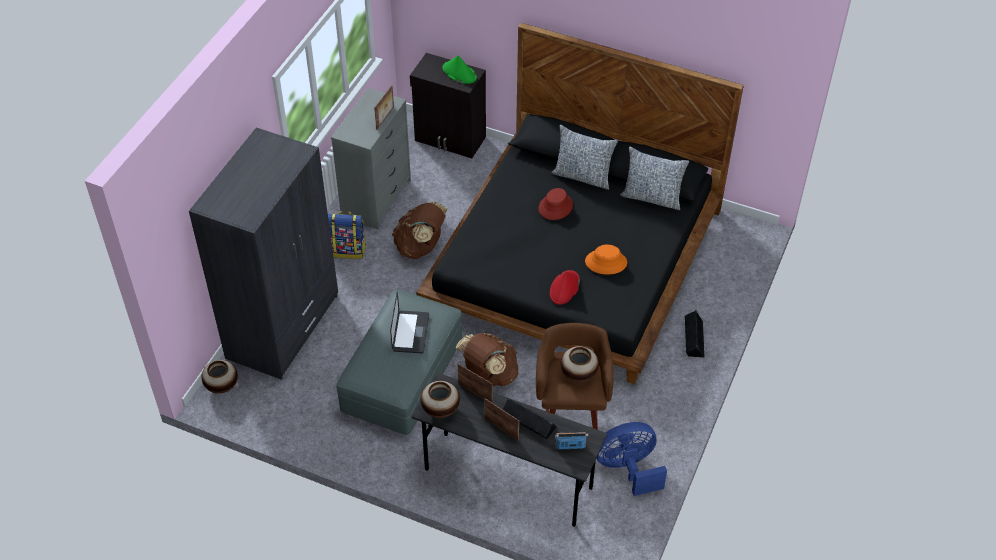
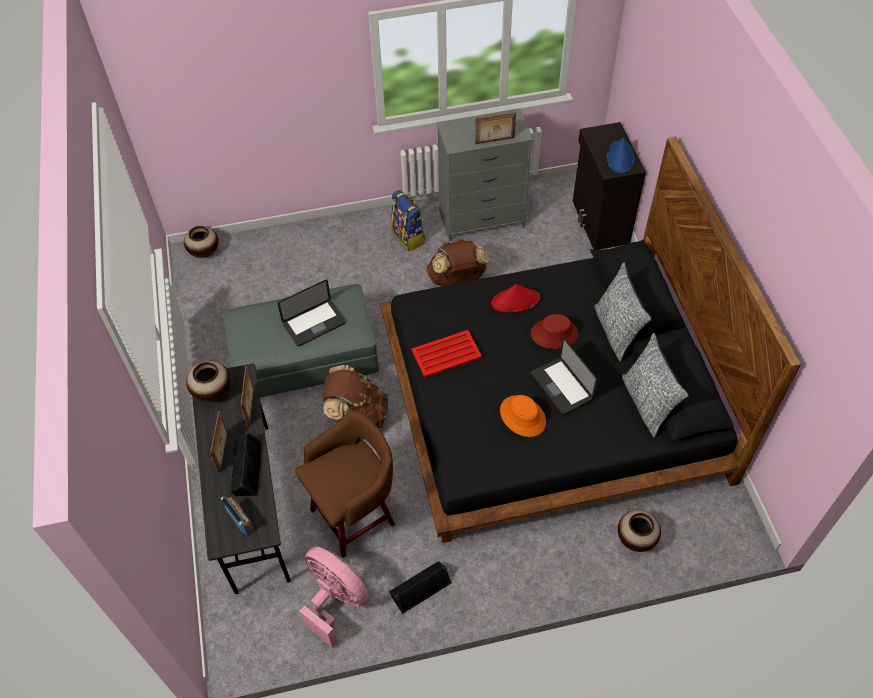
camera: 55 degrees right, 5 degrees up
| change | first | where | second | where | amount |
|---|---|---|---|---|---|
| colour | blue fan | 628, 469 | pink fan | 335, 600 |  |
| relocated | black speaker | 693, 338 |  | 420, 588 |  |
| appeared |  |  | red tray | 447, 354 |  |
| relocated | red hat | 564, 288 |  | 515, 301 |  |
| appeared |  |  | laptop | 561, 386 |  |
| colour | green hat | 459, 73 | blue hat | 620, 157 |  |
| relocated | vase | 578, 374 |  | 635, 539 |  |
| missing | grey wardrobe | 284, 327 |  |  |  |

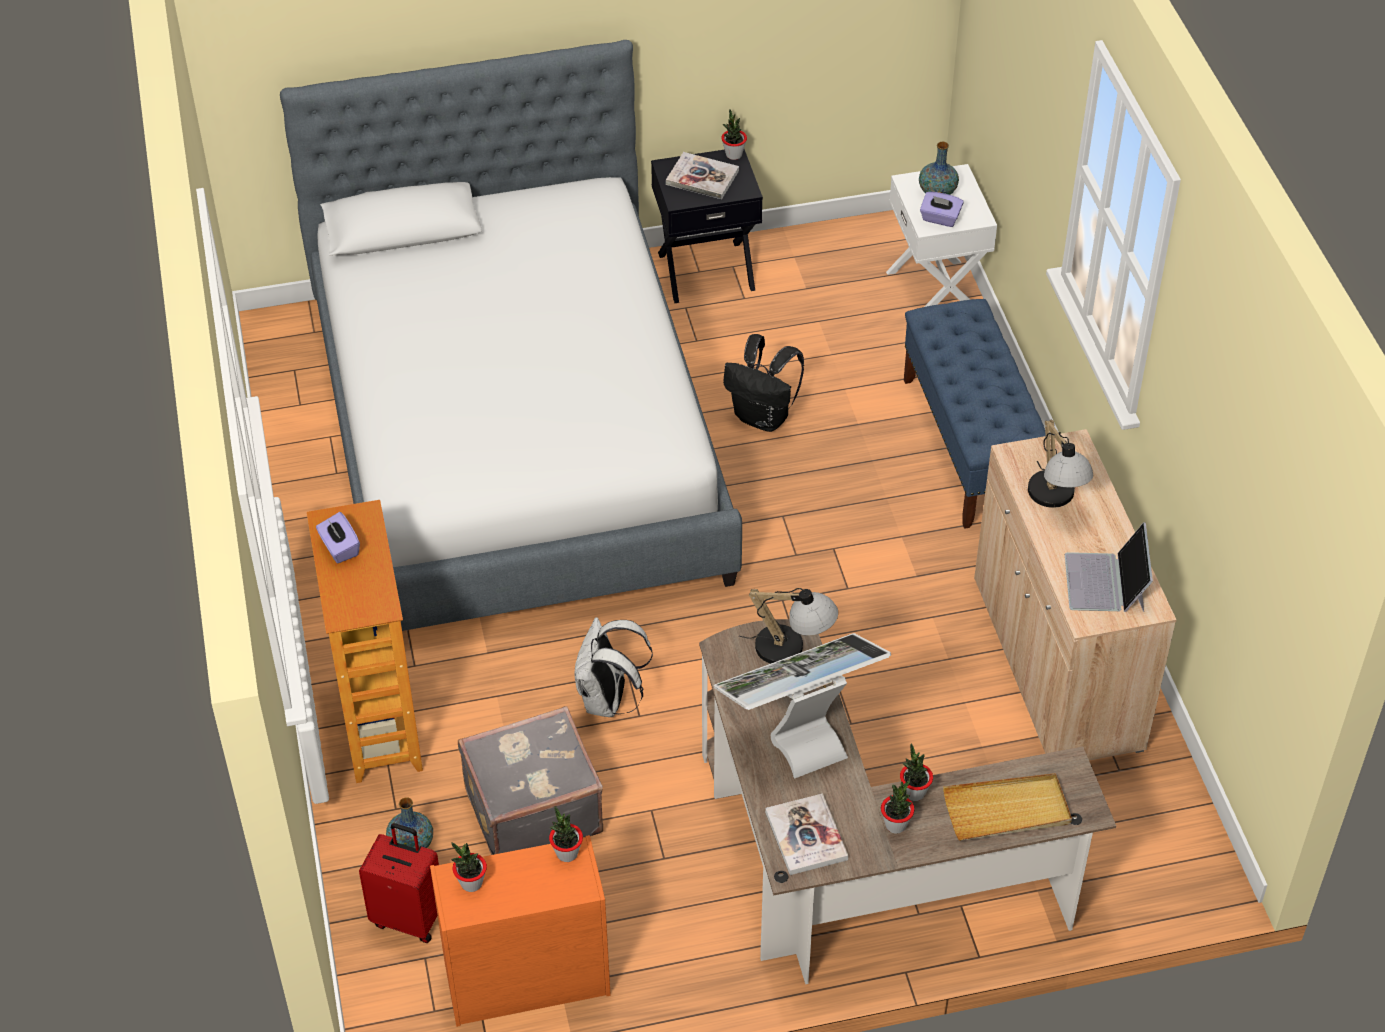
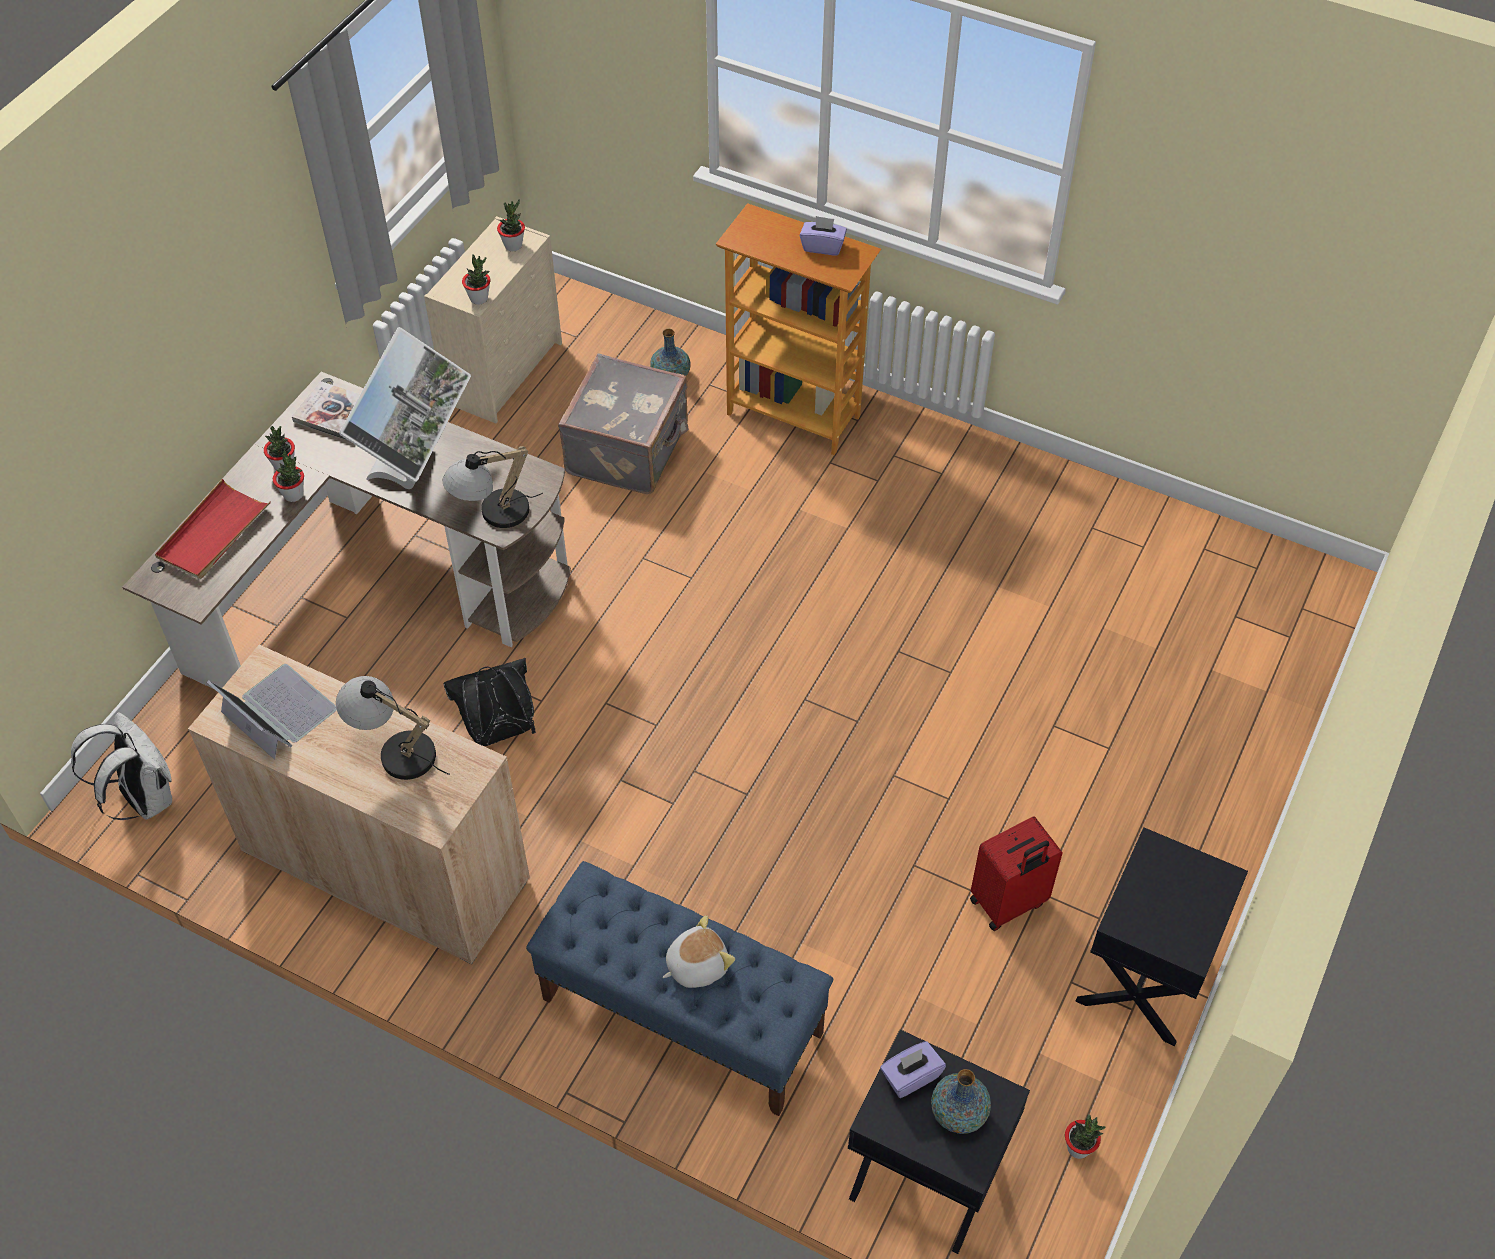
camera: 130 degrees right, 5 degrees up
| change | first | where | second | where | amount |
|---|---|---|---|---|---|
| relocated | white backpack | 608, 701 |  | 143, 798 |  |
| colour | beige tray | 1007, 810 | red tray | 213, 533 |  |
| colour | orange dresser | 524, 979 | beige dresser | 504, 371 |  |
| relocated | black backpack | 763, 417 |  | 500, 734 |  |
| appeared |  |  | plush toy | 696, 965 |  |
| colour | white nightstand | 936, 292 | black nightstand | 924, 1179 |  |
| relocated | red suitcase | 409, 917 |  | 1008, 903 |  |
| relocated | potted plant | 733, 154 |  | 1078, 1148 |  |
| missing | bed | 516, 439 |  |  |  |
| missing | book | 702, 177 |  |  |  |

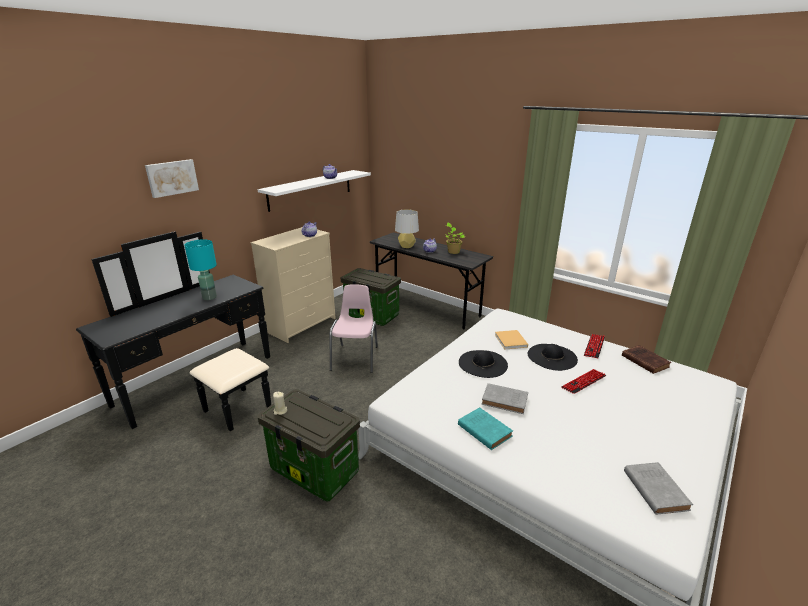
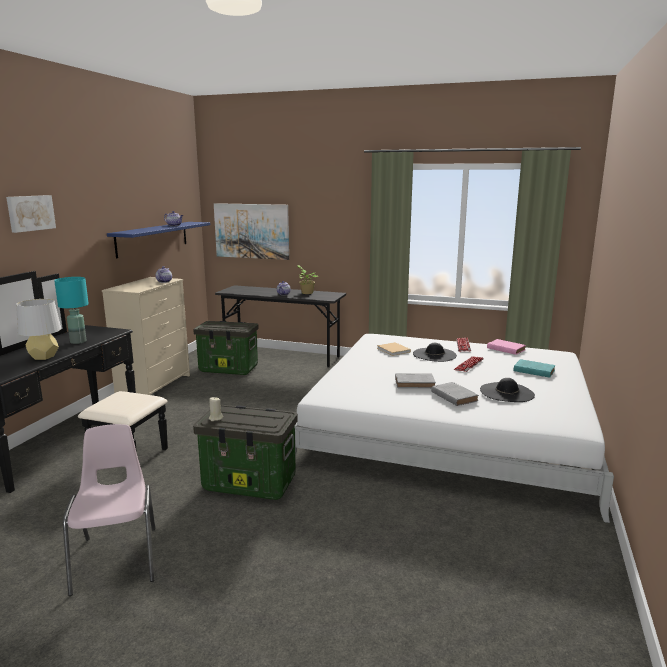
camera: 20 degrees left, 10 degrees down
| change | first | where | second | where | amount |
|---|---|---|---|---|---|
| relocated | grey table lamp | 406, 246 |  | 44, 357 |  |
| relocated | pink chair | 356, 358 |  | 117, 558 |  |
| colour | white shelf | 310, 189 | blue shelf | 153, 238 |  |
| appeared |  |  | picture | 251, 231 |  |
| relocated | grey book | 654, 489 |  | 453, 396 |  |
| relocated | black hat | 483, 363 |  | 506, 392 |  |
| colour | brown book | 644, 361 | pink book | 505, 349 |  |
| relocated | turquoise book | 483, 430 |  | 532, 370 |  |

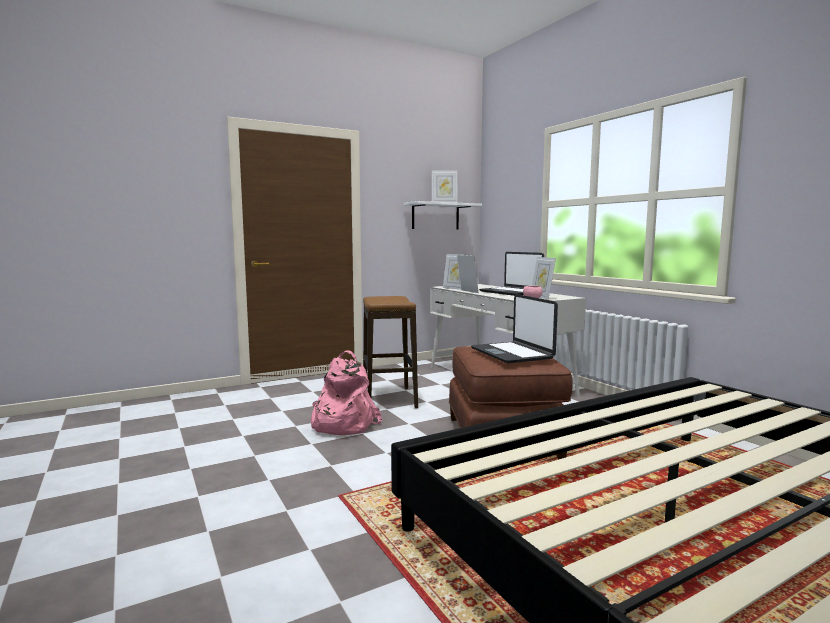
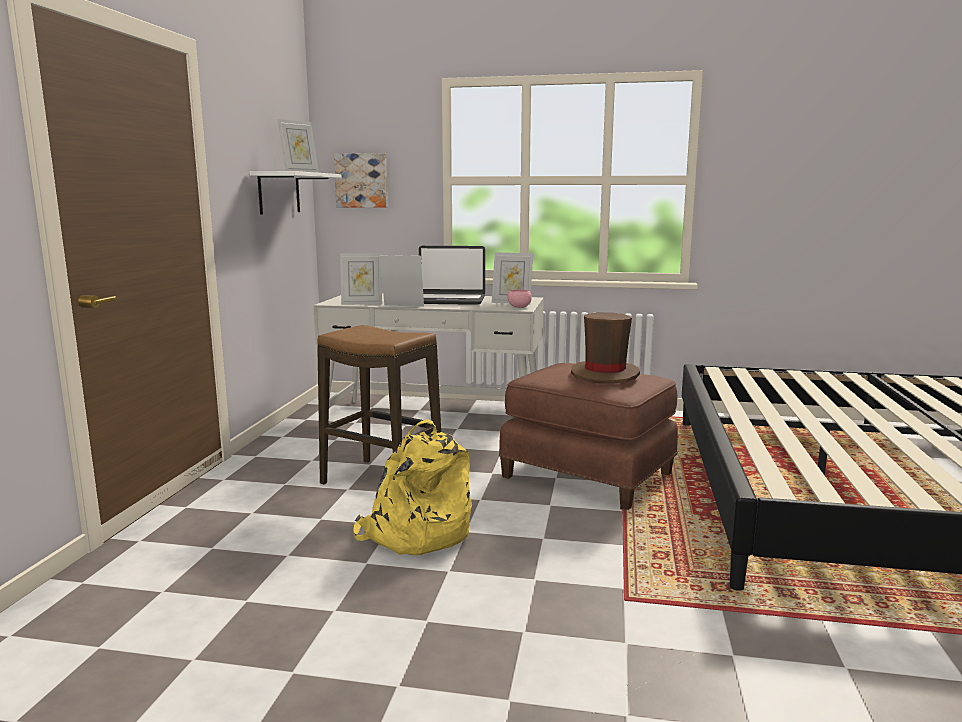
camera: 50 degrees left, 5 degrees up
| change | first | where | second | where | amount |
|---|---|---|---|---|---|
| appeared |  |  | picture | 362, 180 |  |
| colour | pink backpack | 341, 424 | yellow backpack | 416, 533 |  |
| exchanged | laptop | 512, 353 | brown hat | 605, 374 |  |

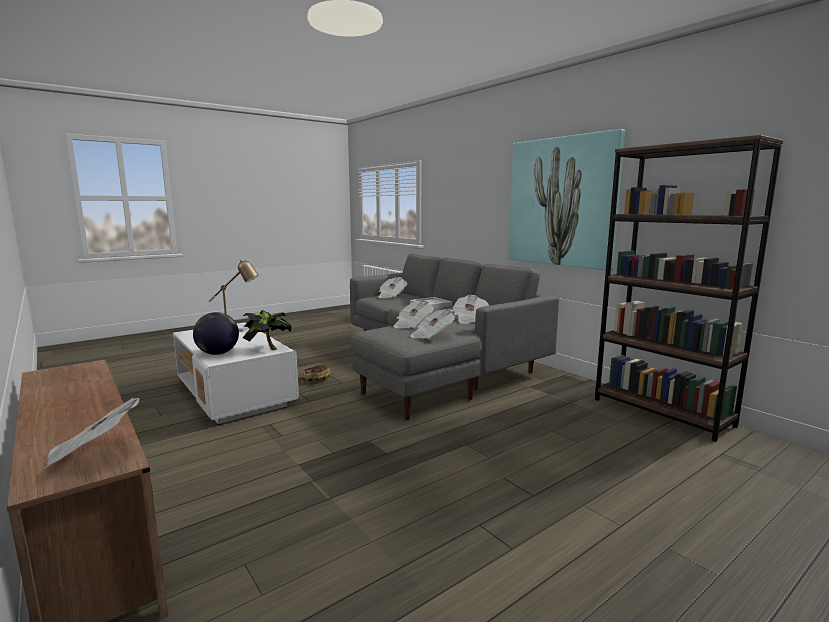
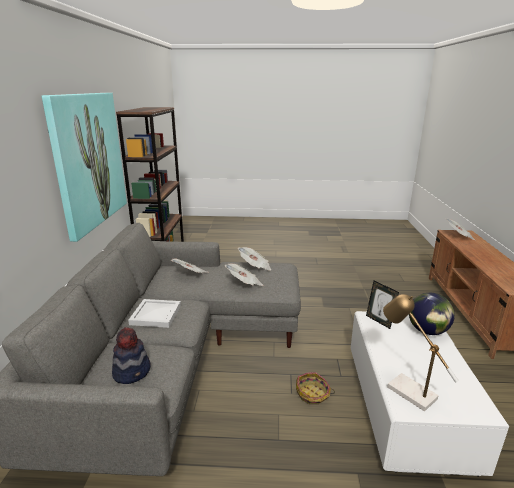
camera: 140 degrees left, 10 degrees up
| change | first | where | second | where | amount |
|---|---|---|---|---|---|
| exchanged | newspaper | 391, 296 | hat | 132, 371 |  |
| exchanged | potted plant | 267, 349 | picture frame | 379, 321 |  |

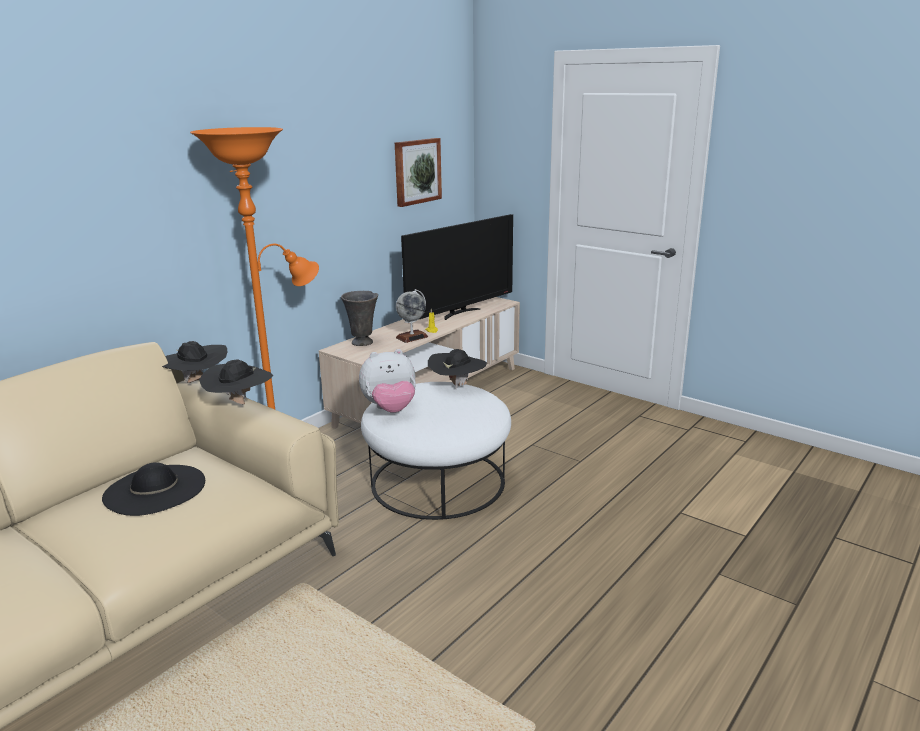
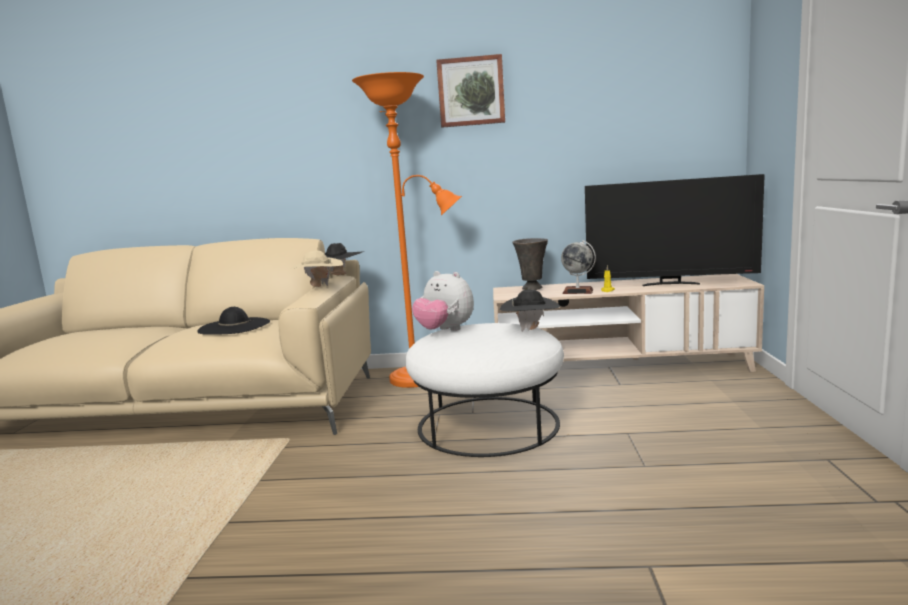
camera: 55 degrees right, 10 degrees down
| change | first | where | second | where | amount |
|---|---|---|---|---|---|
| colour | black hat | 240, 404 | beige hat | 318, 287 |  |
| relocated | picture | 417, 171 |  | 471, 91 |  |

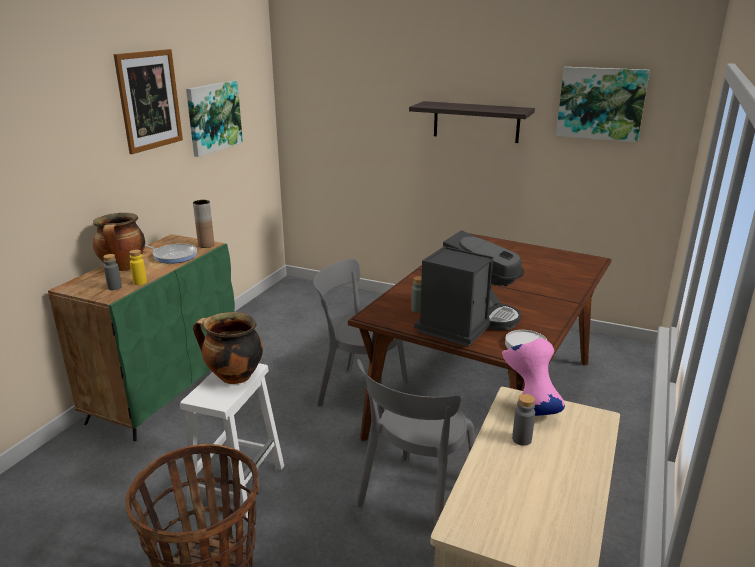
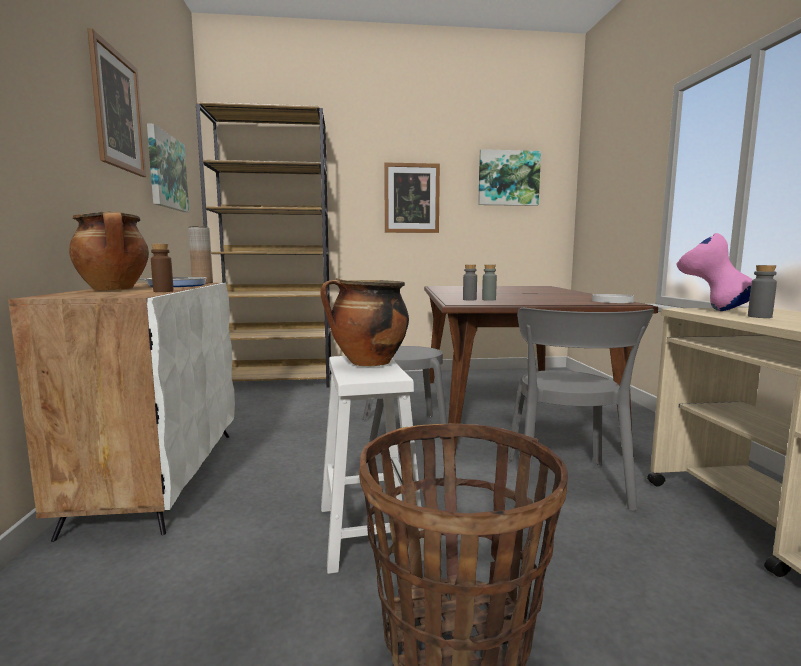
camera: 30 degrees left, 15 degrees down
| change | first | where | second | where | amount |
|---|---|---|---|---|---|
| colour | green cabinet | 166, 389 | white cabinet | 160, 476 |  |
| colour | yellow bottle | 140, 282 | brown bottle | 163, 291 |  |
| appeared |  |  | brown bookcase | 277, 381 |  |
| exchanged | shelf | 476, 122 | picture | 411, 198 |  |
| relocated | grey bottle | 114, 287 |  | 469, 299 |  |
| missing | coffee machine | 466, 323 |  |  |  |

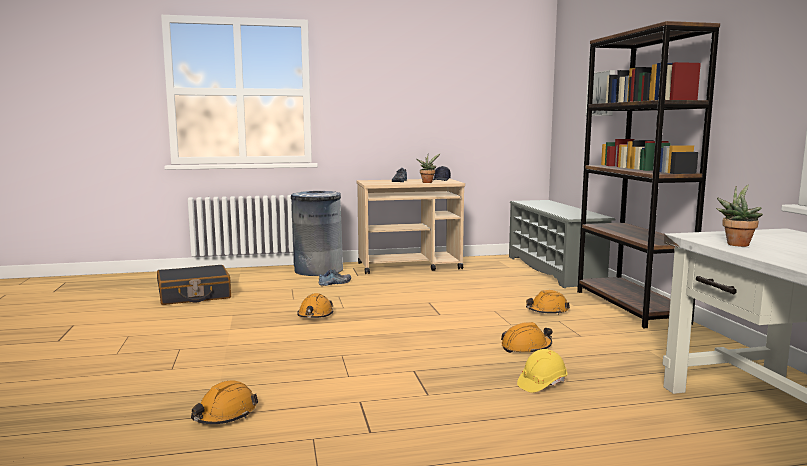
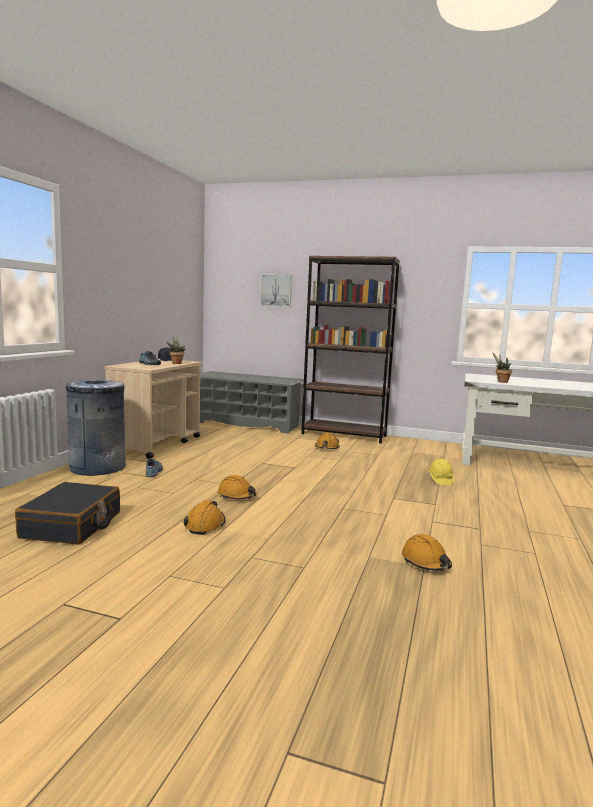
camera: 60 degrees left, 0 degrees up
| change | first | where | second | where | amount |
|---|---|---|---|---|---|
| relocated | orange hard hat | 526, 347 |  | 205, 525 |  |

